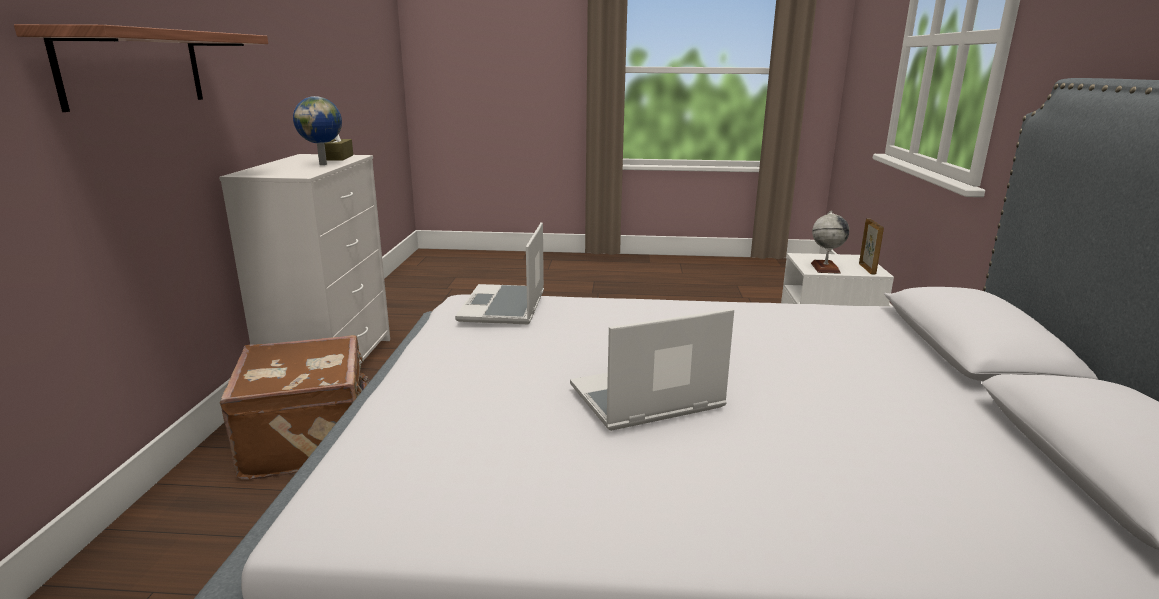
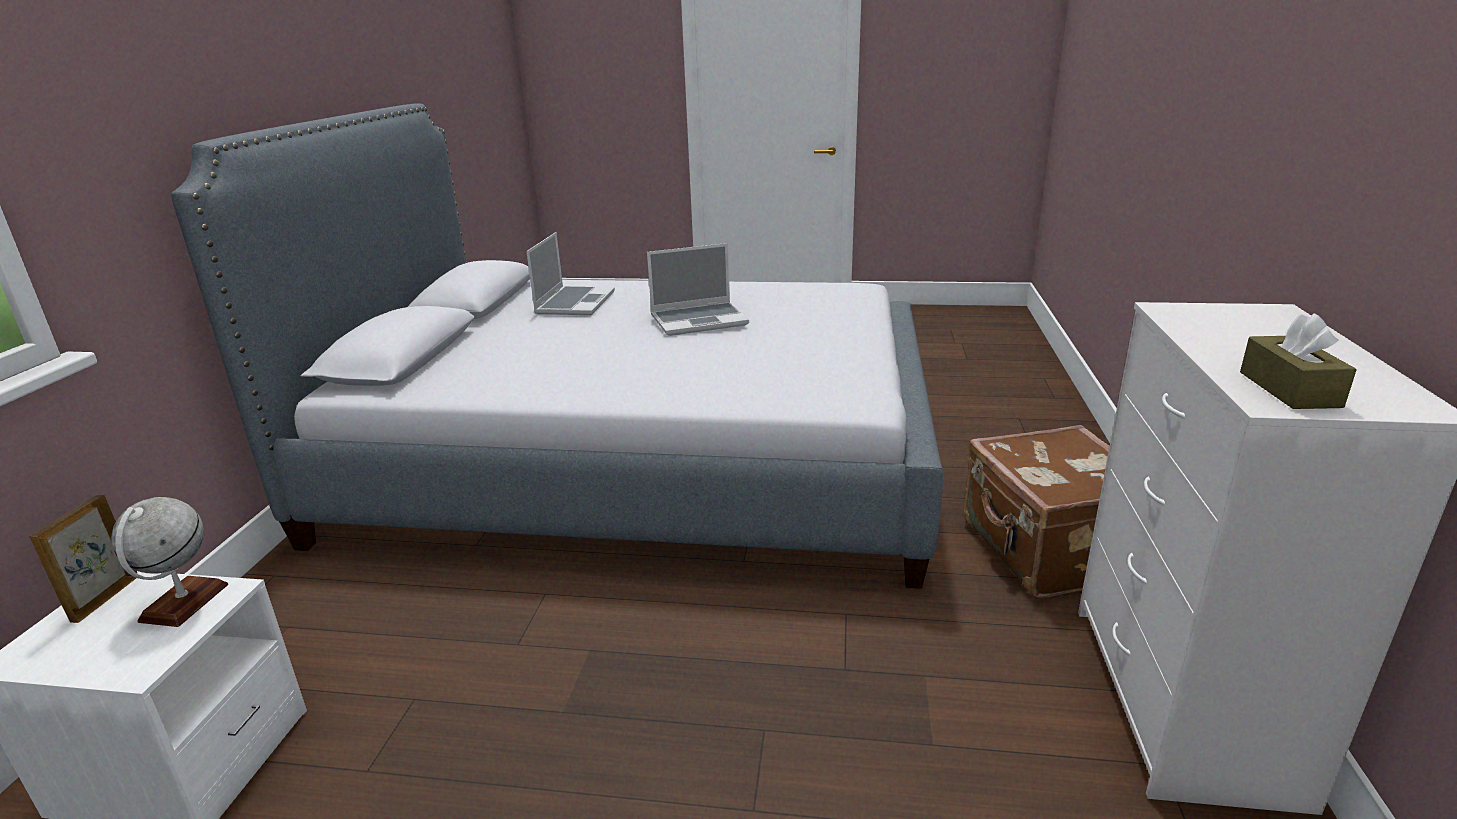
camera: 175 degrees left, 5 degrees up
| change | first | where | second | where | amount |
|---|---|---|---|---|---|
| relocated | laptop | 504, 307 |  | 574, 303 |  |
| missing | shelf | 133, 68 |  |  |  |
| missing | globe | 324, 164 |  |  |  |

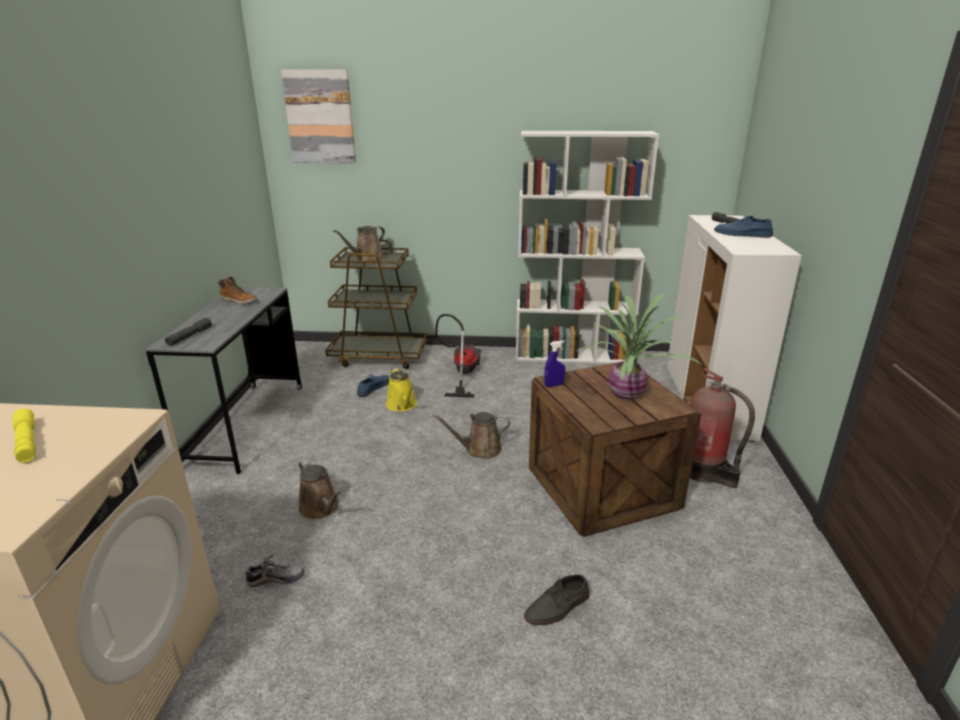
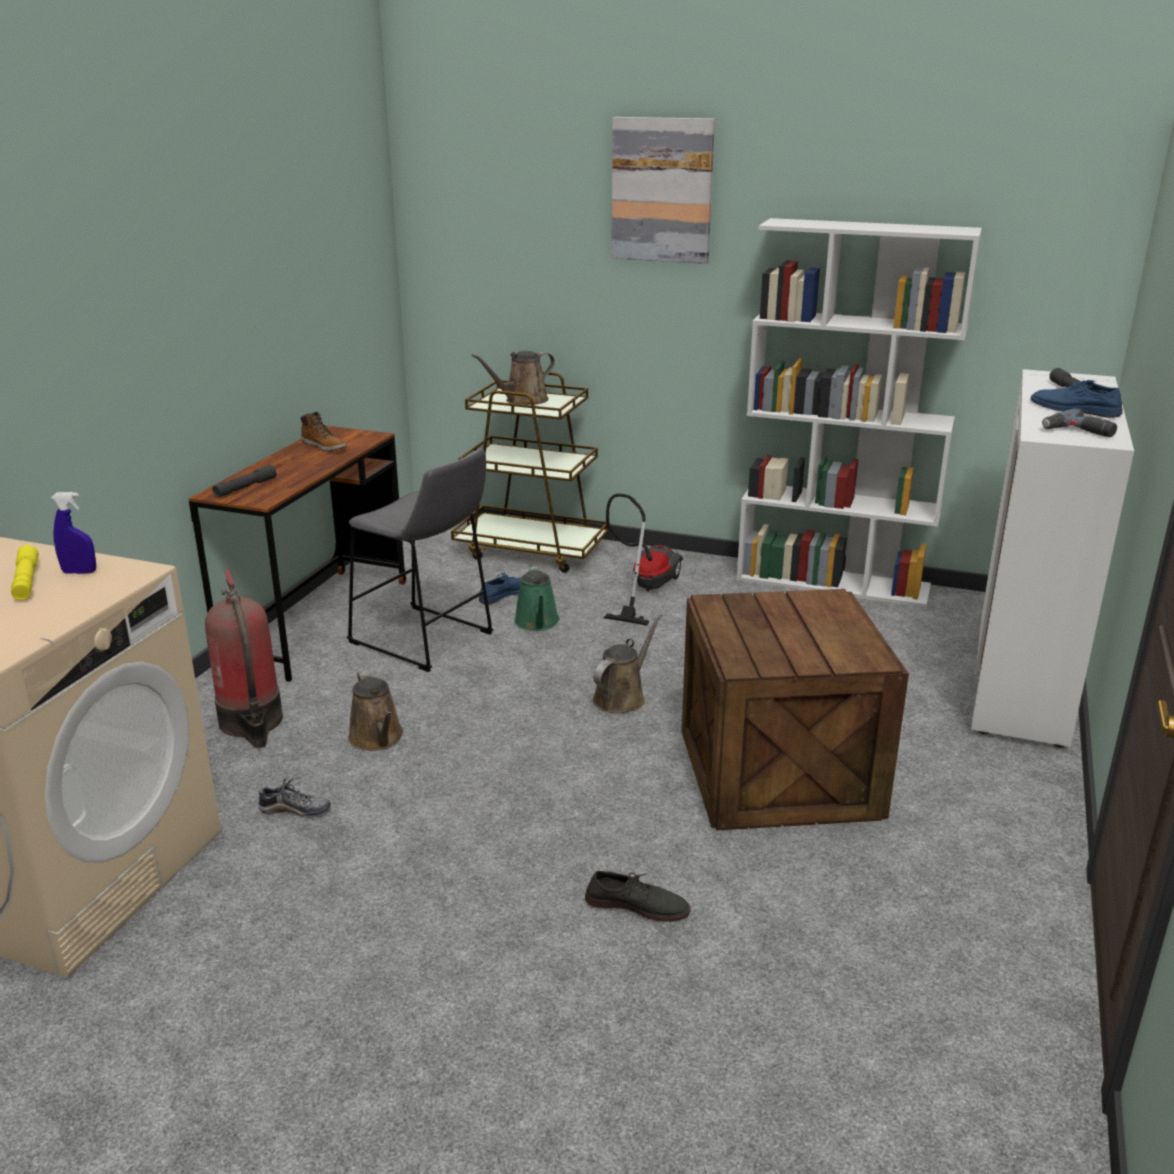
camera: 15 degrees right, 0 degrees up
| change | first | where | second | where | amount |
|---|---|---|---|---|---|
| relocated | blue spray bottle | 554, 385 |  | 79, 572 |  |
| colour | grey desk | 247, 425 | brown desk | 317, 622 |  |
| relocated | fire extinguisher | 704, 471 |  | 252, 723 |  |
| appeared |  |  | grey stool | 426, 640 |  |
| colour | yellow watering can | 402, 405 | green watering can | 537, 623 |  |
| spun | grey shoe | 558, 607 |  | 637, 905 | 150 degrees counterclockwise |
| spun | brown watering can | 479, 449 |  | 622, 697 | 120 degrees clockwise |
| relocated | picture | 320, 117 |  | 662, 190 |  |
| appeared |  |  | power drill | 1078, 432 |  |
| missing | potted plant | 628, 395 |  |  |  |

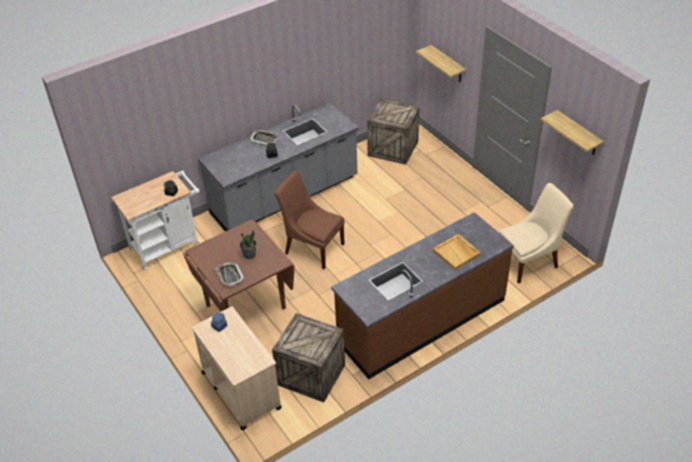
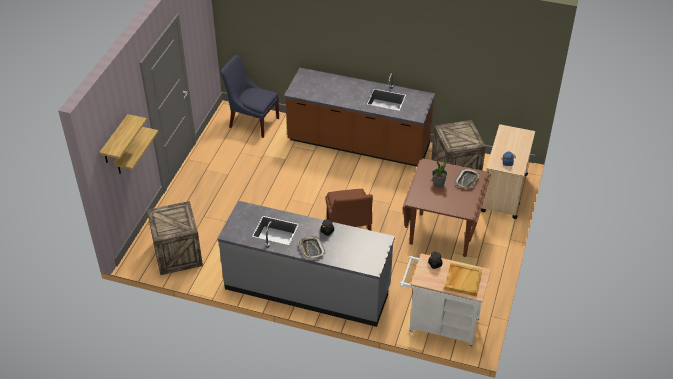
camera: 130 degrees left, 0 degrees up
| change | first | where | second | where | amount |
|---|---|---|---|---|---|
| relocated | shelf | 578, 134 |  | 115, 140 |  |
| colour | beige chair | 529, 261 | blue chair | 252, 121 |  |
| relocated | beige tray | 456, 253 |  | 462, 280 |  |

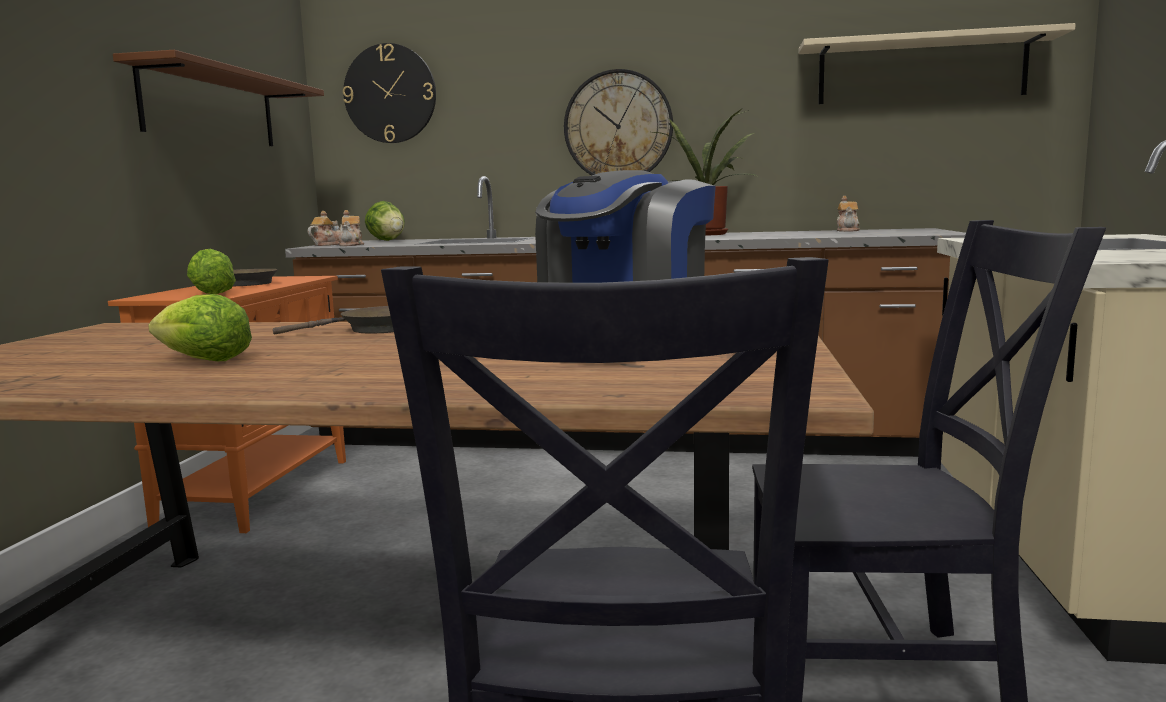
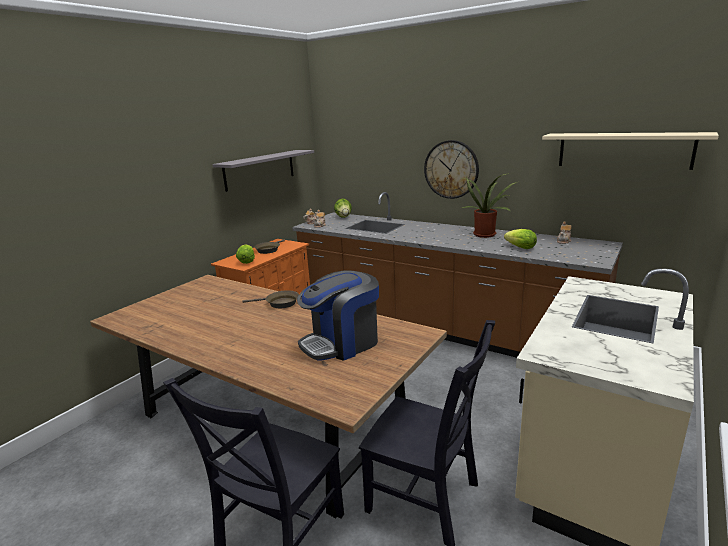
camera: 25 degrees right, 10 degrees up
| change | first | where | second | where | amount |
|---|---|---|---|---|---|
| colour | brown shelf | 211, 108 | grey shelf | 260, 169 |  |
| relocated | lettuce | 204, 361 |  | 520, 248 |  |
| missing | wall clock | 390, 94 |  |  |  |

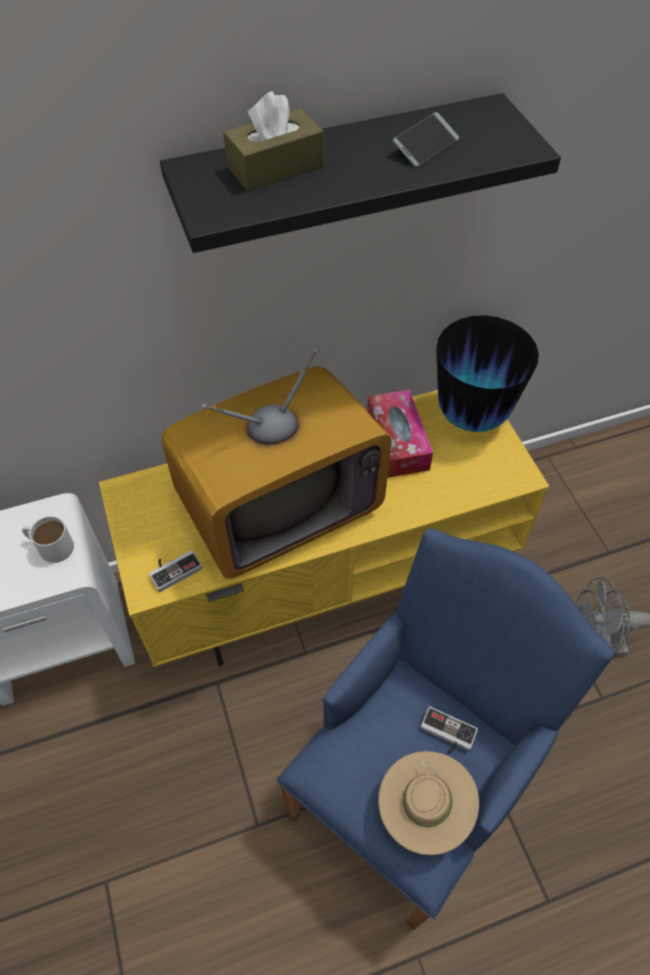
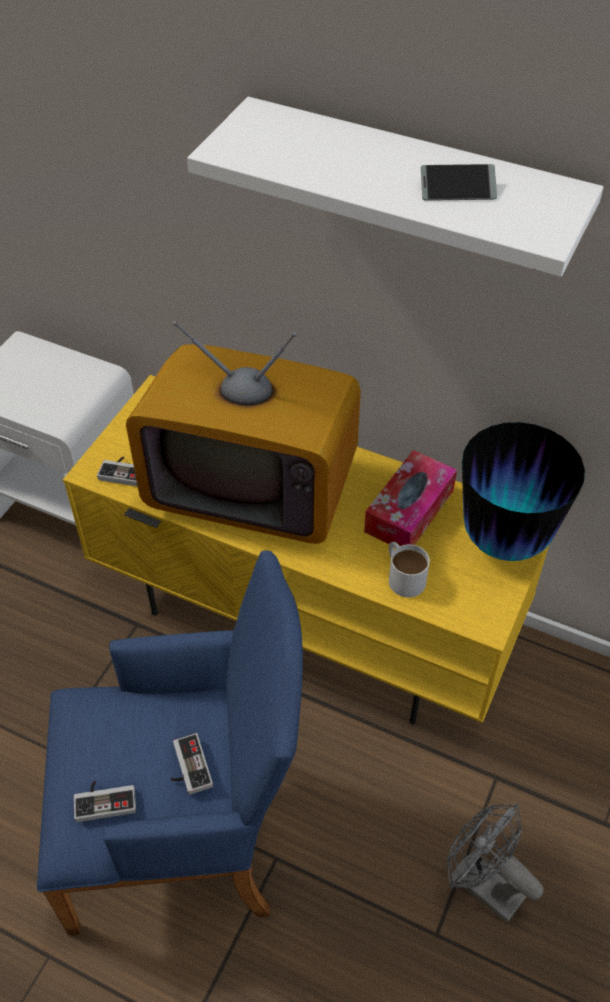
camera: 45 degrees right, 5 degrees down
| change | first | where | second | where | amount |
|---|---|---|---|---|---|
| exchanged | beige hat | 423, 809 | game controller | 105, 799 |  |
| colour | black shelf | 338, 172 | white shelf | 412, 187 |  |
| relocated | white mug | 50, 546 |  | 403, 575 |  |
| missing | brown tissue box | 275, 166 |  |  |  |

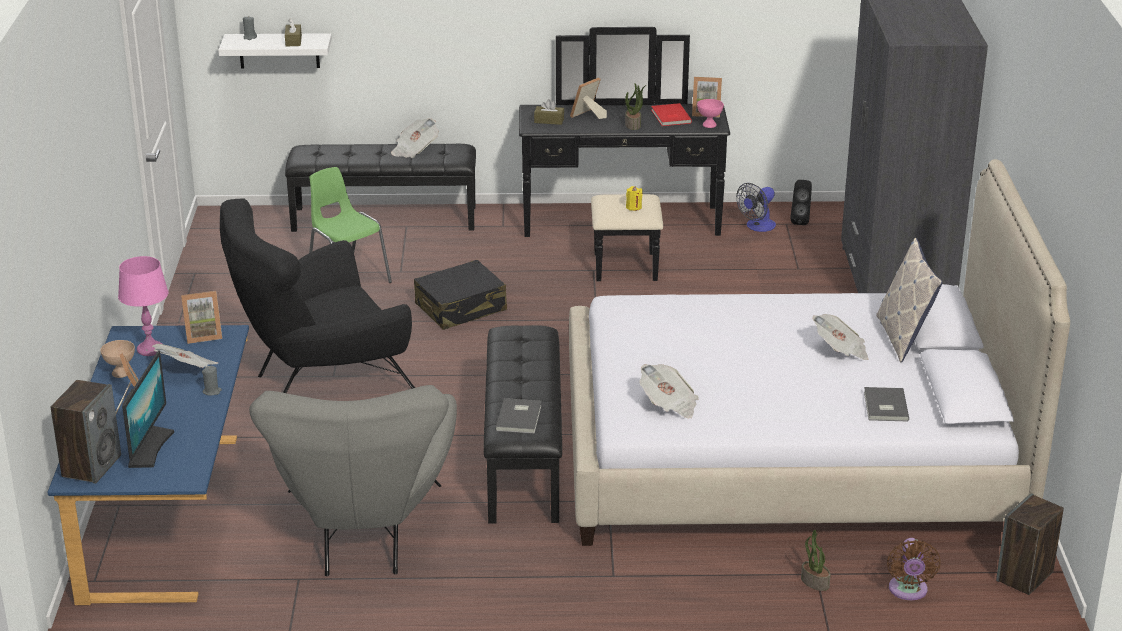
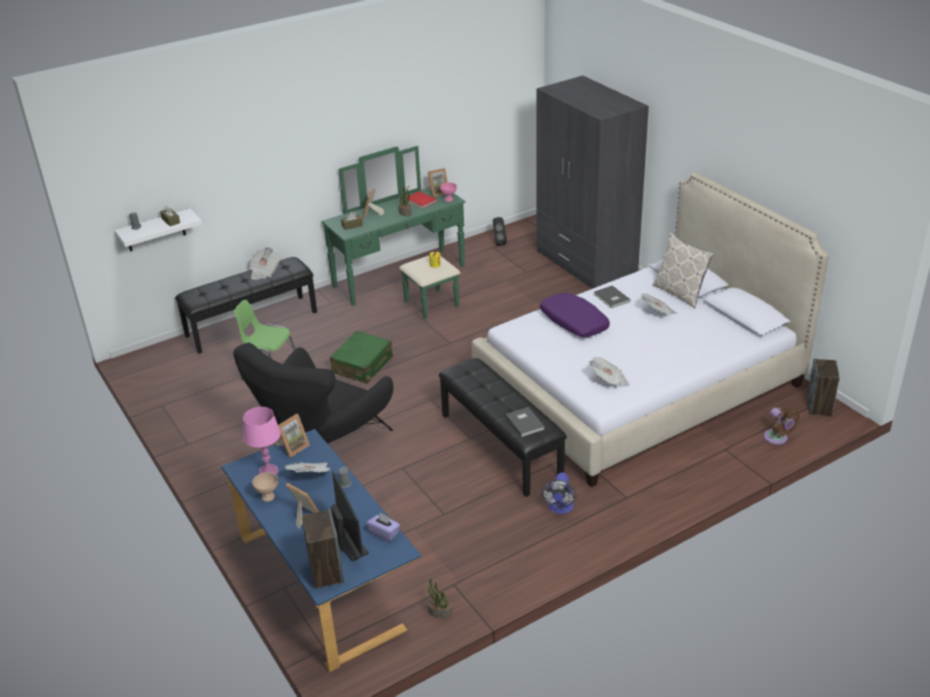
camera: 30 degrees left, 5 degrees up
| change | first | where | second | where | amount |
|---|---|---|---|---|---|
| colour | black dresser | 623, 231 | green dresser | 407, 282 |  |
| colour | black suitcase | 461, 308 | green suitcase | 363, 365 |  |
| appeared |  |  | purple tissue box | 384, 533 |  |
| relocated | potted plant | 814, 582 |  | 439, 612 |  |
| appeared |  |  | purple pillow | 573, 322 |  |
| relocated | fan | 757, 227 |  | 560, 508 |  |
| relocated | grey book | 884, 406 |  | 611, 298 |  |
| missing | grey armchair | 364, 537 |  |  |  |

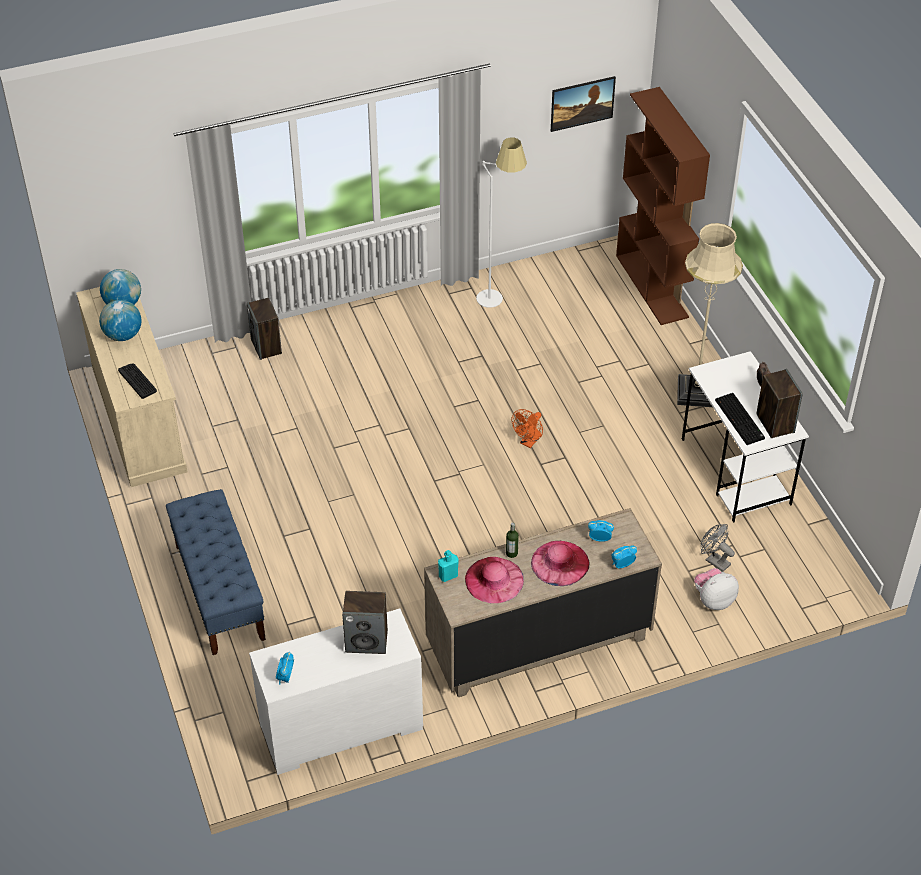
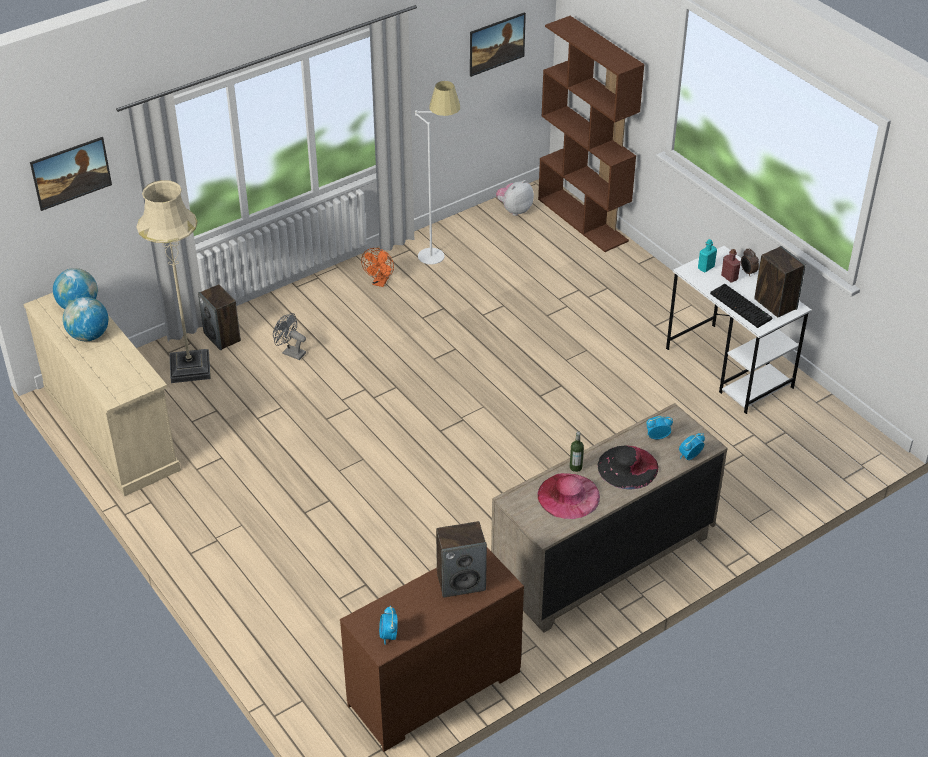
camera: 15 degrees left, 5 degrees down
| change | first | where | second | where | amount |
|---|---|---|---|---|---|
| appeared |  |  | picture | 73, 185 |  |
| relocated | beige floor lamp | 696, 392 |  | 190, 368 |  |
| relocated | grey fan | 714, 561 |  | 290, 352 |  |
| colour | white dresser | 341, 729 | brown dresser | 434, 690 |  |
| relocated | orange fan | 529, 442 |  | 380, 282 |  |
| relocated | plush toy | 713, 600 |  | 514, 210 |  |
| colour | pink hat | 560, 563 | black hat | 627, 467 |  |
| relocated | turquoise bottle | 448, 576 |  | 706, 268 |  |
| appeared |  |  | red bottle | 729, 277 |  |
| missing | keyboard | 137, 381 |  |  |  |
| missing | blue bench | 219, 591 |  |  |  |

